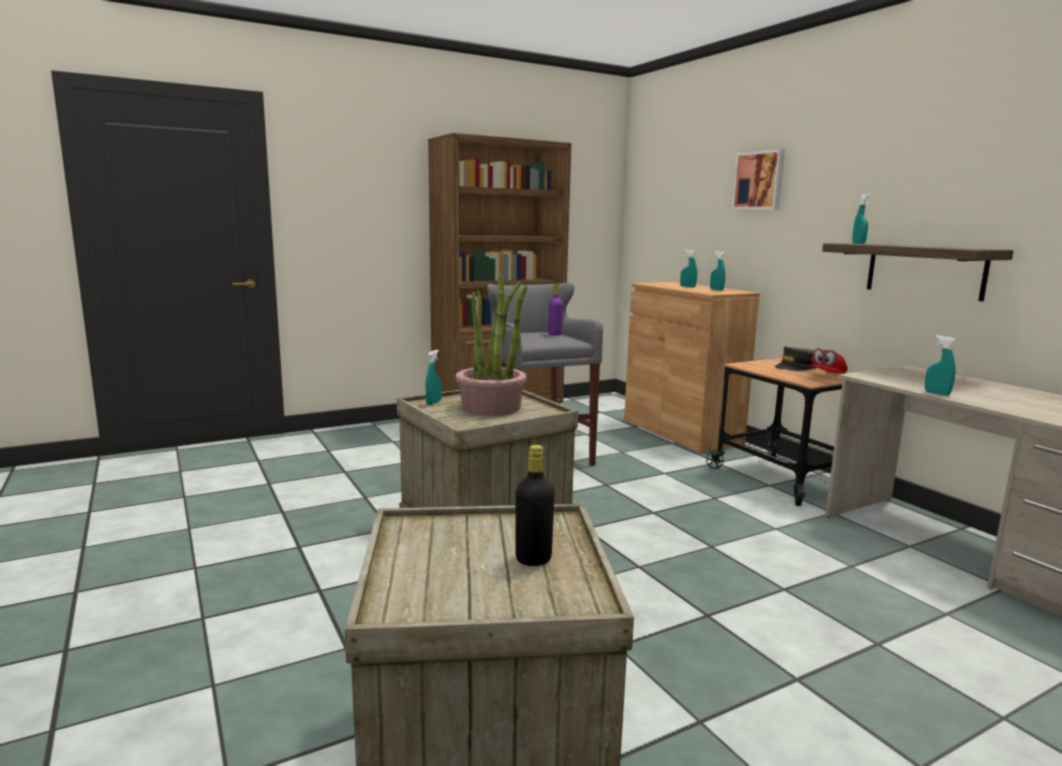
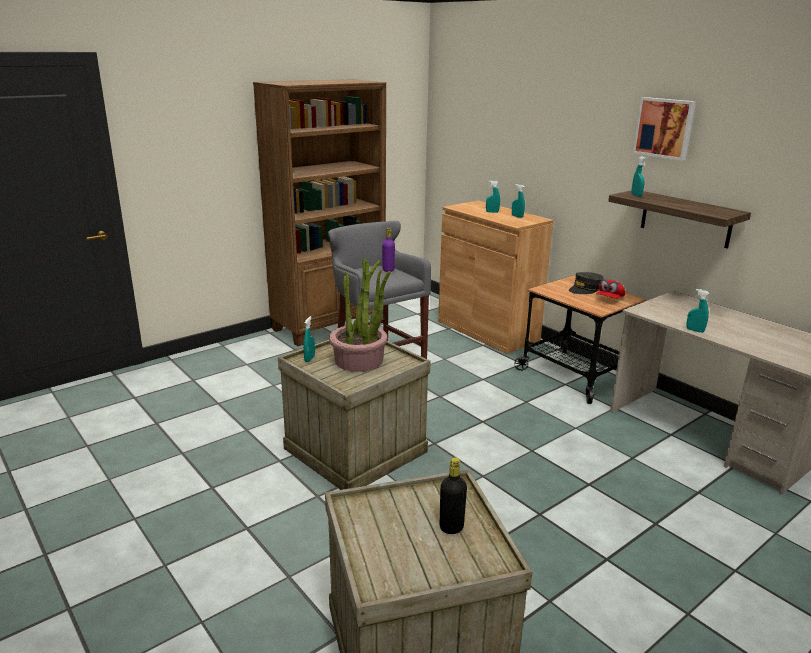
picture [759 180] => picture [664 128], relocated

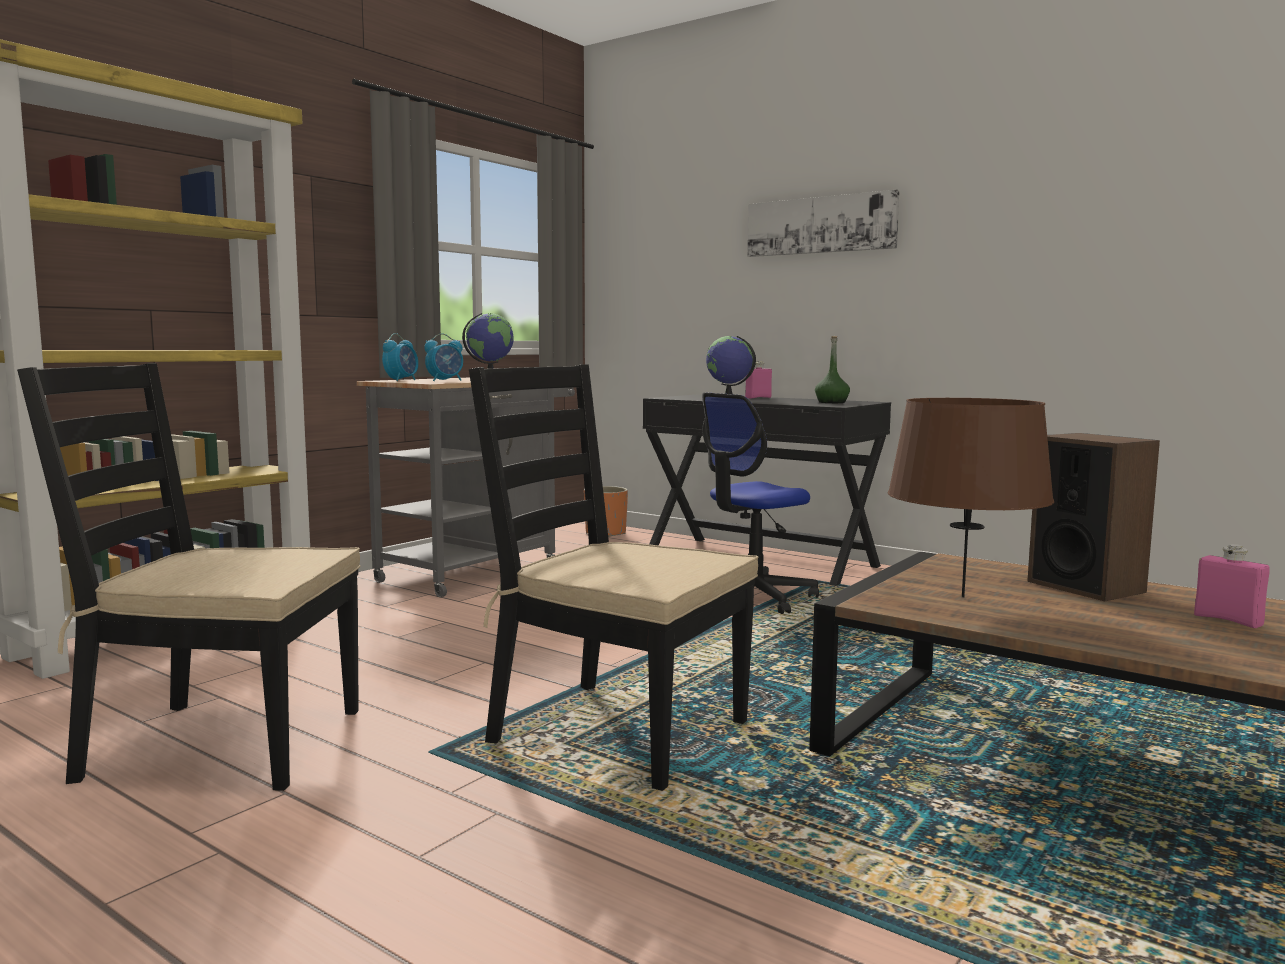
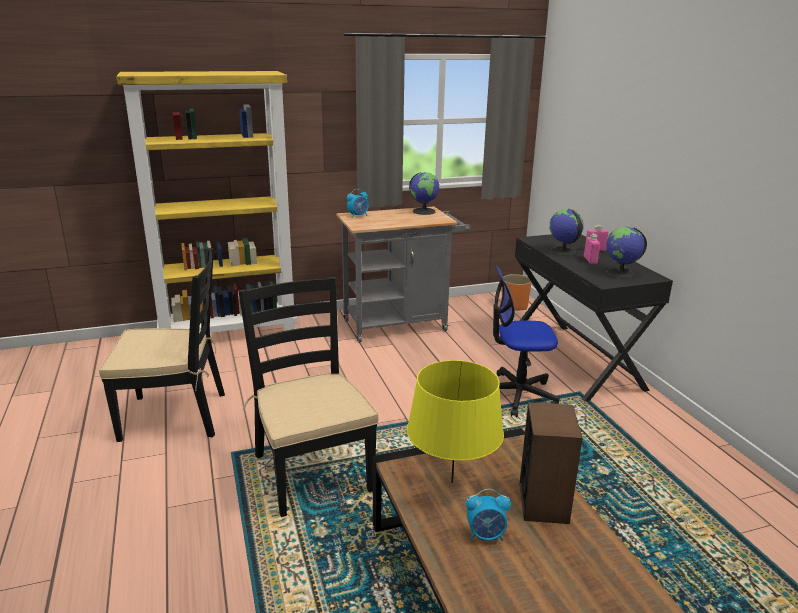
black chair [222 744] => black chair [175 416], 135 degrees clockwise
alarm clock [445 380] => alarm clock [486 535], relocated
picture [821 225] => nothing
green bottle [832 402] => globe [620 274]
brown table lamp [963 597] => yellow table lamp [452 482]
pink bottle [1228 620] => pink bottle [590 260], relocated

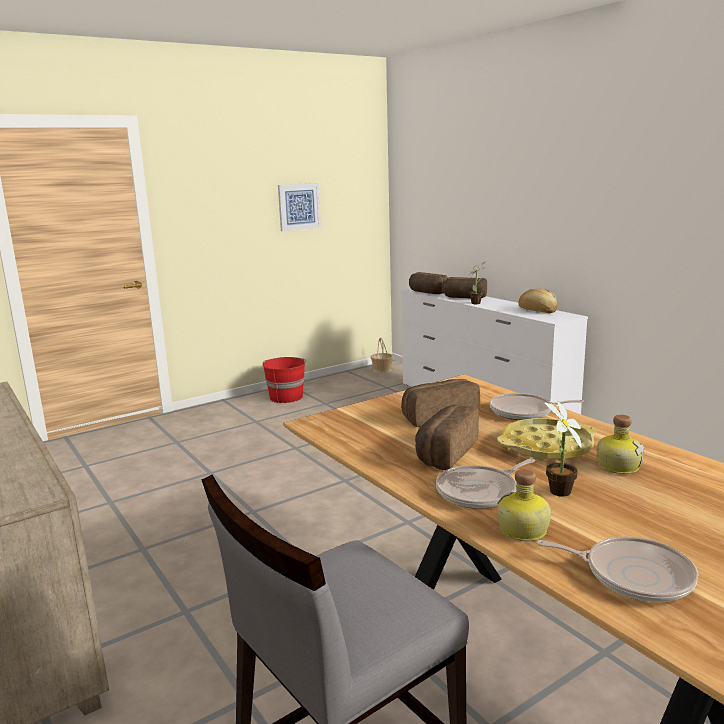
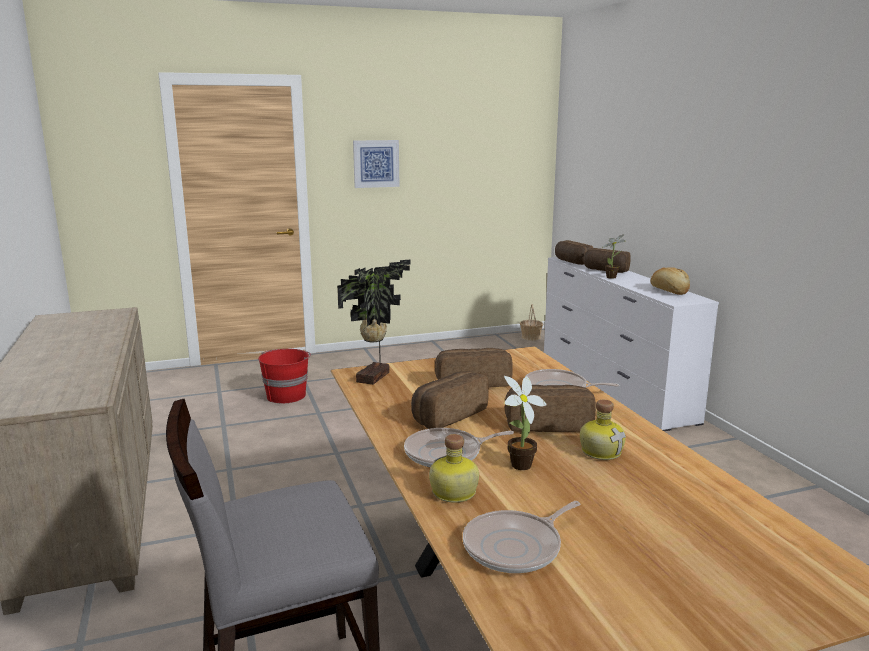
red bucket [286 397] => red bucket [286 395], relocated
picture [299 206] => picture [376 163], relocated
yellow tray [546 447] => bread [548 424]
frying pan [632 575] => frying pan [516 547], 105 degrees clockwise
nothing => potted plant [376 377]

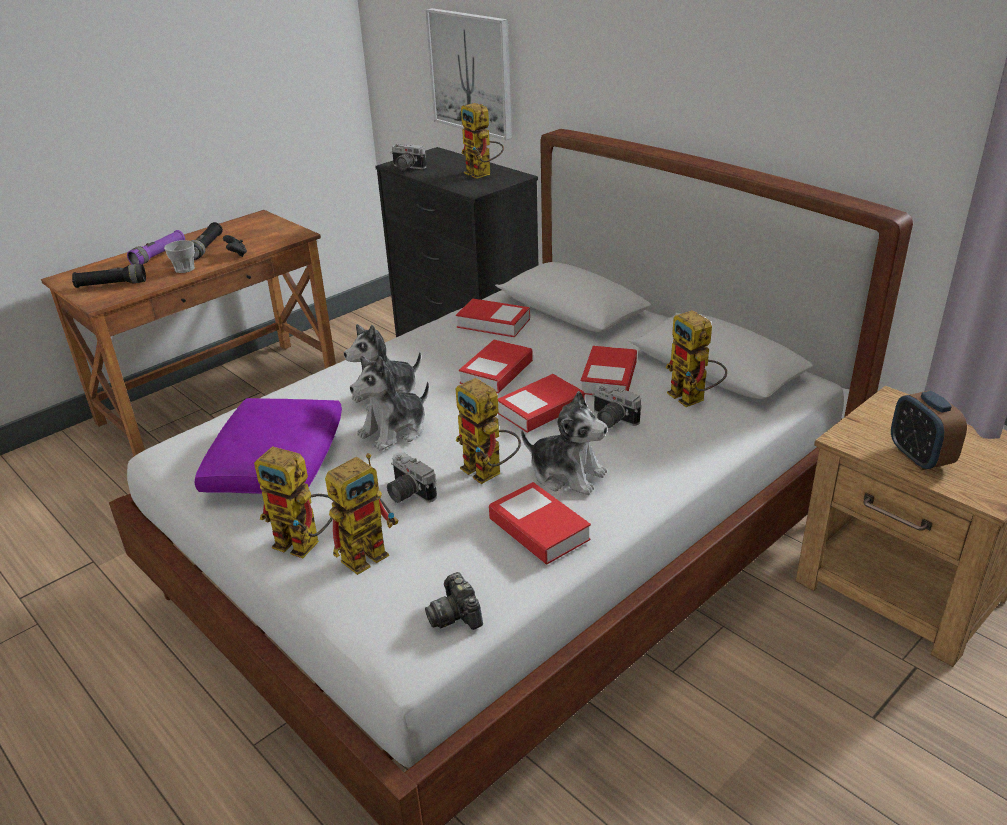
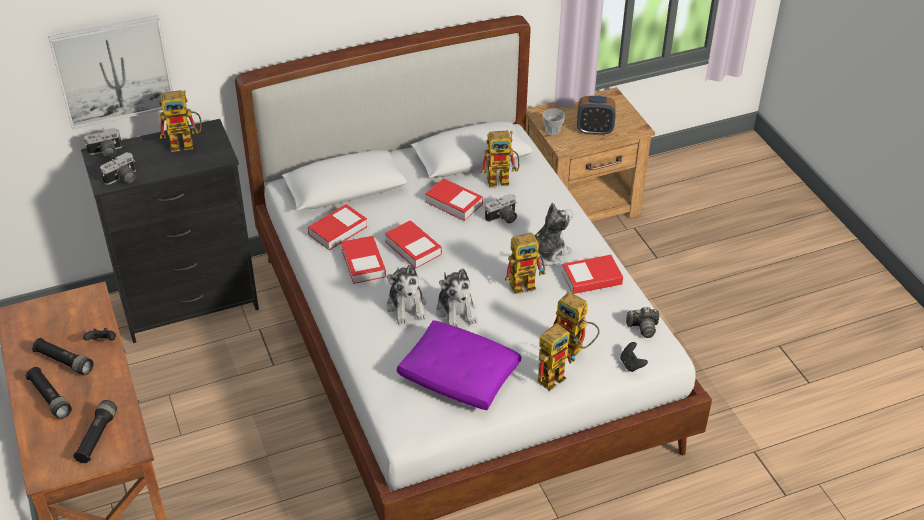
purple flashlight [159 255] => black flashlight [50 398]
cup [184 269] => cup [552 131], relocated
toy robot [370 551] => toy robot [574 349], 150 degrees clockwise
photo camera [407 493] => photo camera [106 152], relocated
book [541 409] => book [363 263], relocated
nothing => black game controller [631 364]

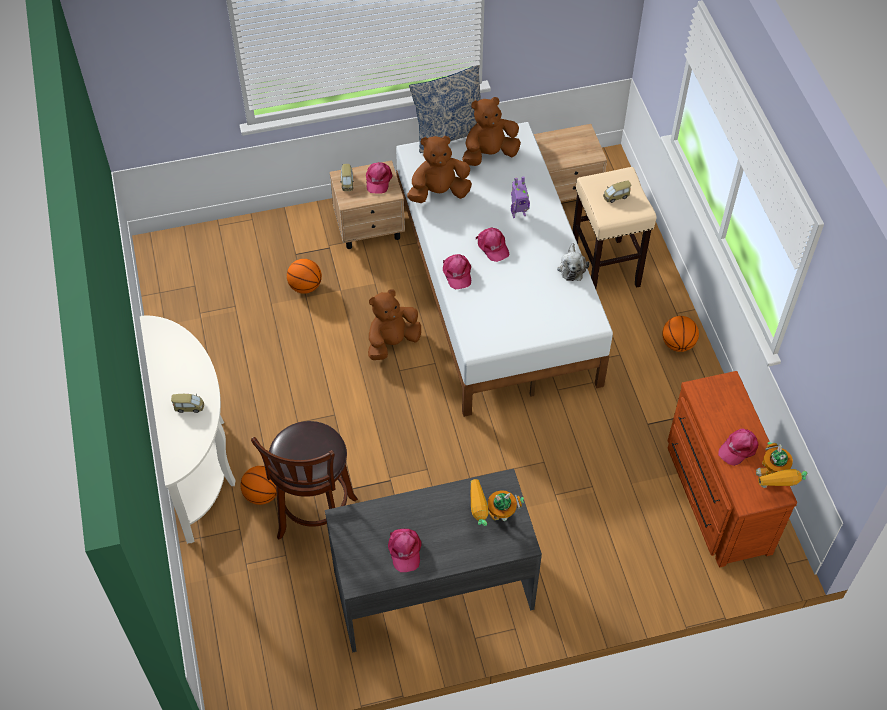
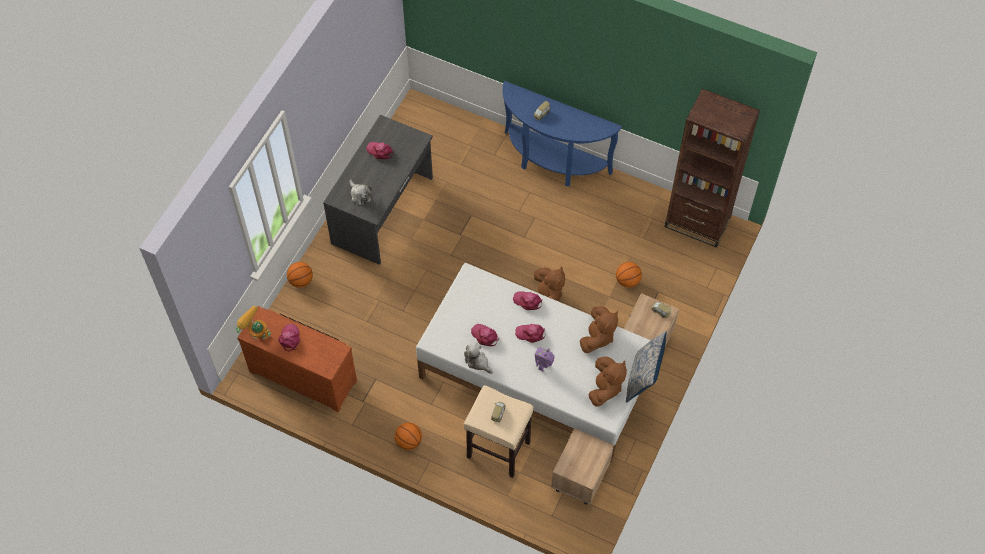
white console table [200 458] => blue console table [552 163]
basketball [262 494] => basketball [301 281], relocated
brown stool [316 522] => nothing
pink cap [378 180] => pink cap [485 336], relocated
toy robot [491 520] => plush toy [359 195]
nothing => brown bookcase [697 222]

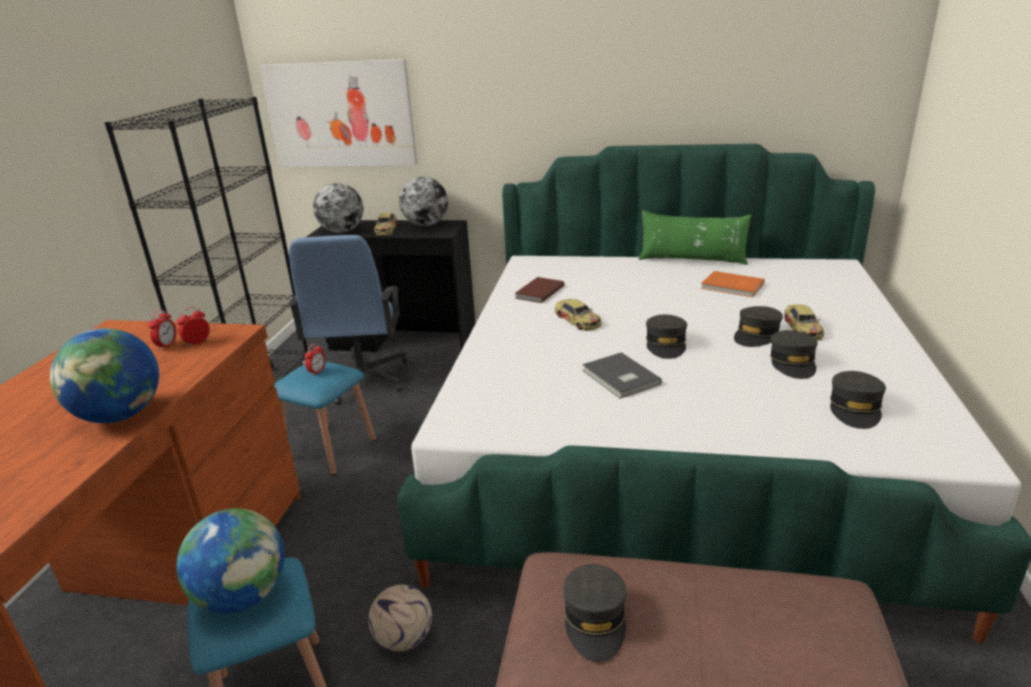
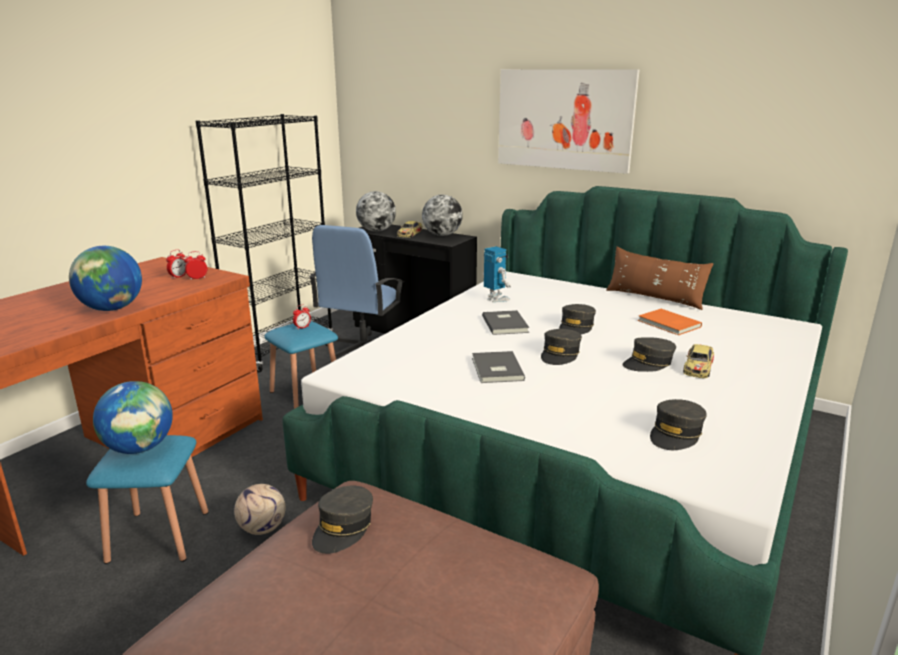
picture [340 115] => picture [564 119], relocated
brown book [538 292] => toy robot [496 299]
toy car [577 320] => grey book [506 324]
green pillow [692 260] => brown pillow [654 298]
grey cap [793 363] => grey cap [576 327], relocated

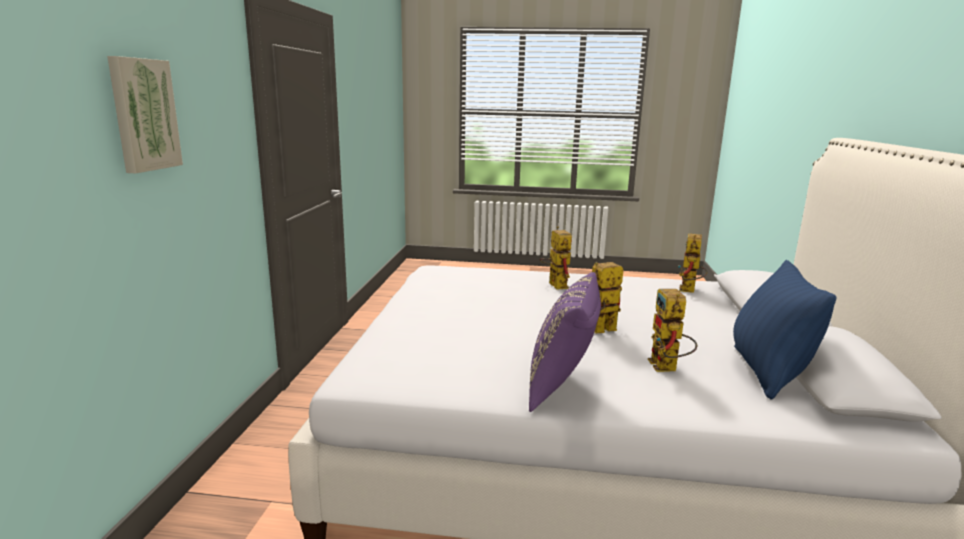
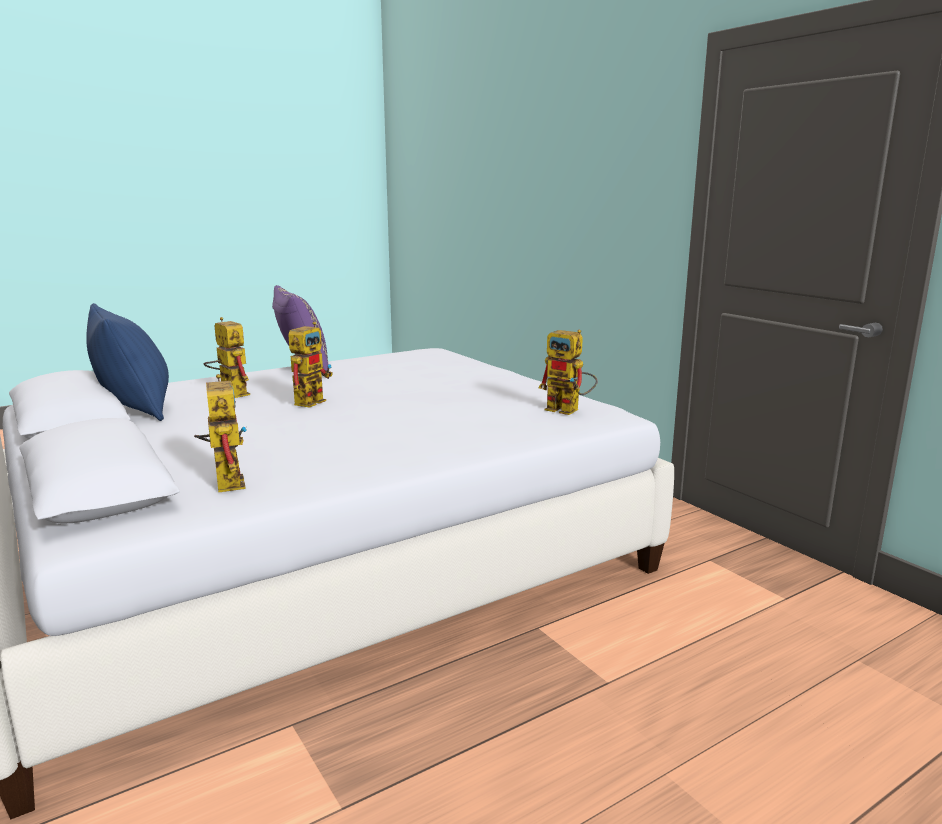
picture [143 115] => nothing
toy robot [554 284] => toy robot [569 410], relocated

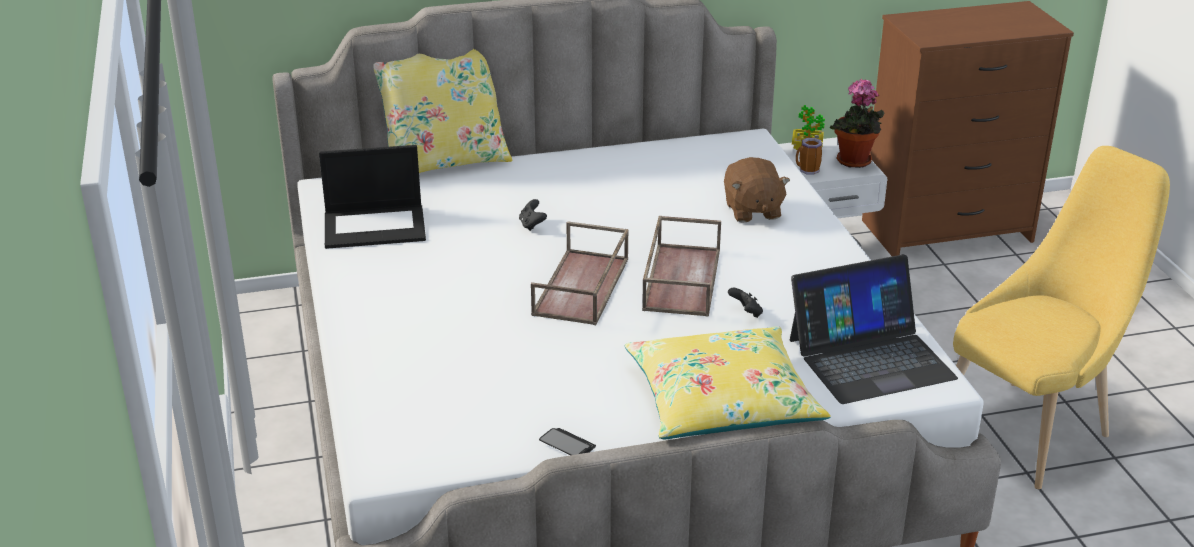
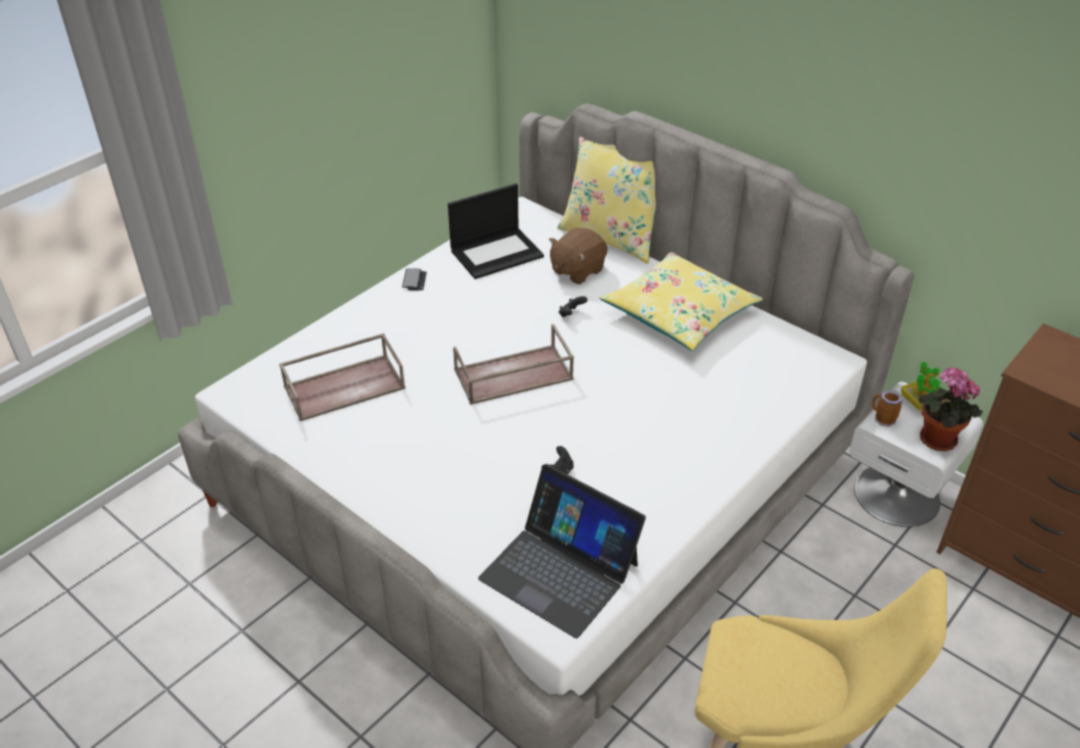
laptop [376 226] => laptop [497 253], 75 degrees counterclockwise
phone [567 444] => phone [414 280], relocated
yellow pillow [722 401] => yellow pillow [679 313], relocated
brown tray [680 278] => brown tray [345 386], relocated
brown plush toy [752 211] => brown plush toy [577 270], relocated

